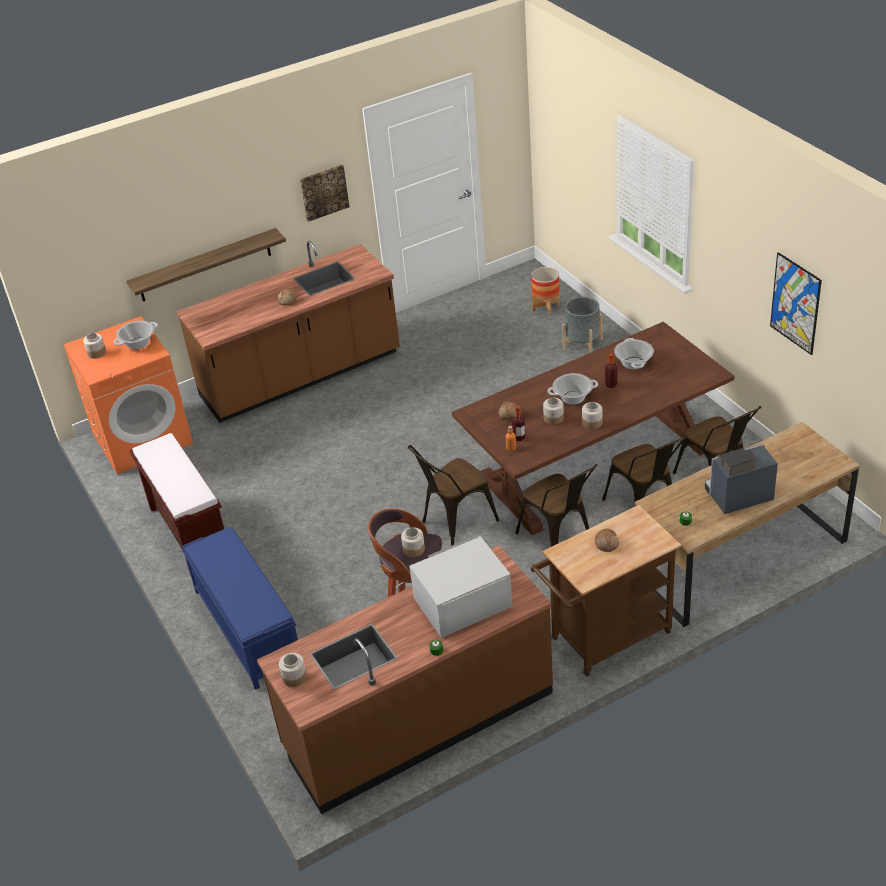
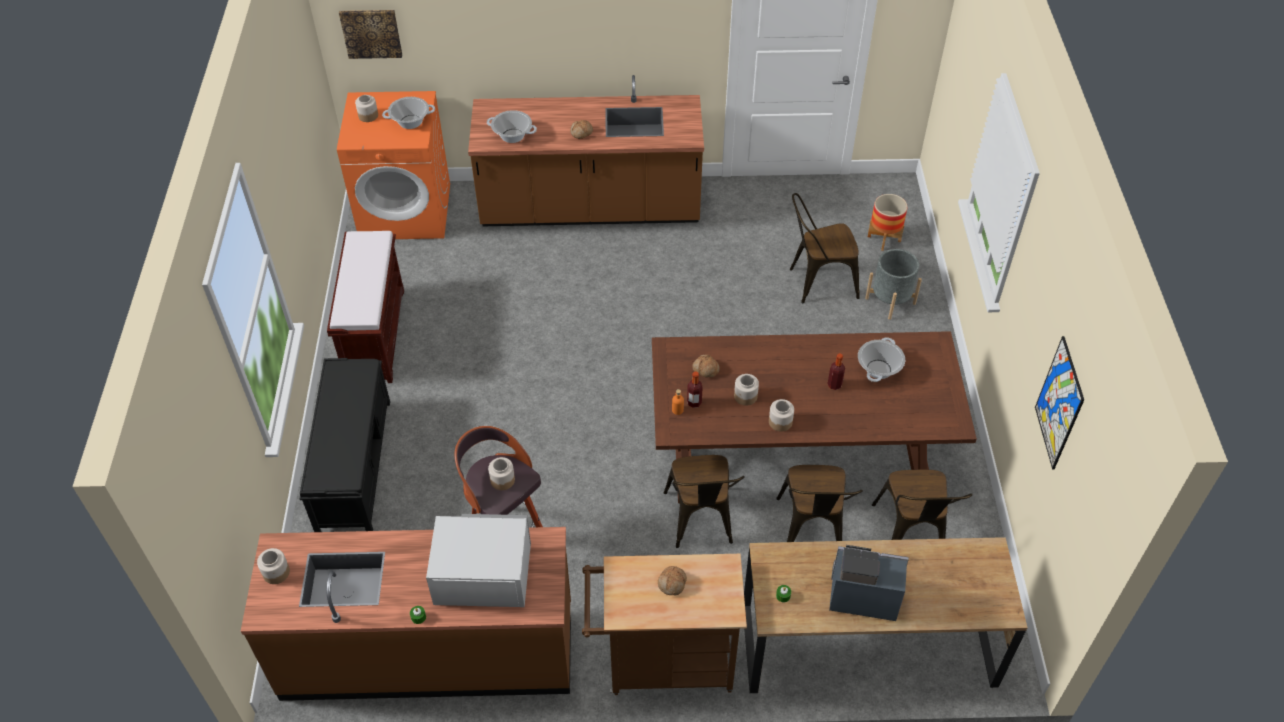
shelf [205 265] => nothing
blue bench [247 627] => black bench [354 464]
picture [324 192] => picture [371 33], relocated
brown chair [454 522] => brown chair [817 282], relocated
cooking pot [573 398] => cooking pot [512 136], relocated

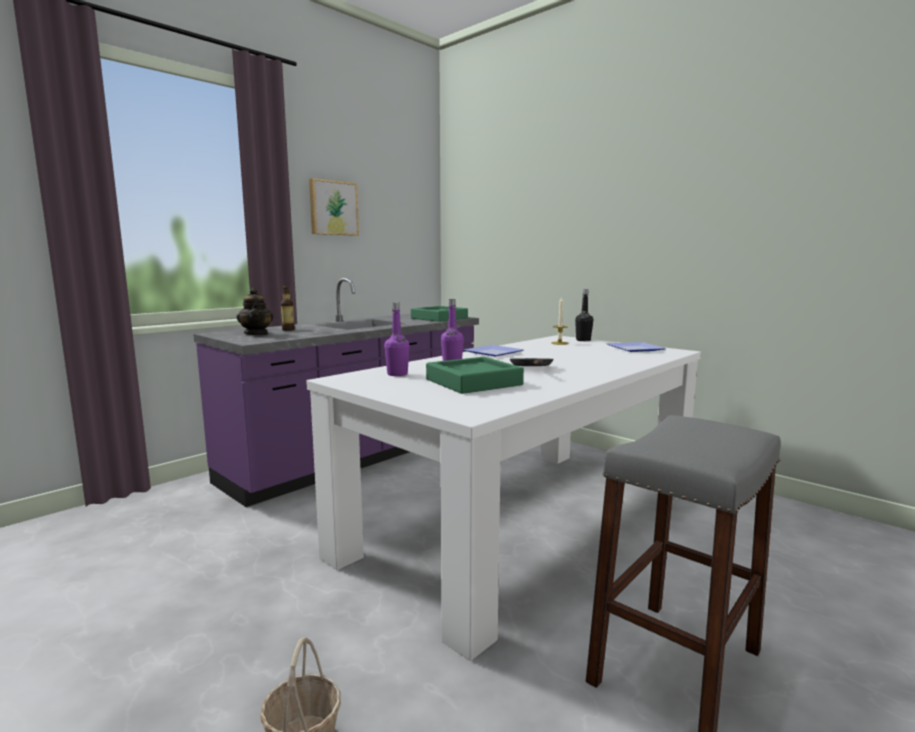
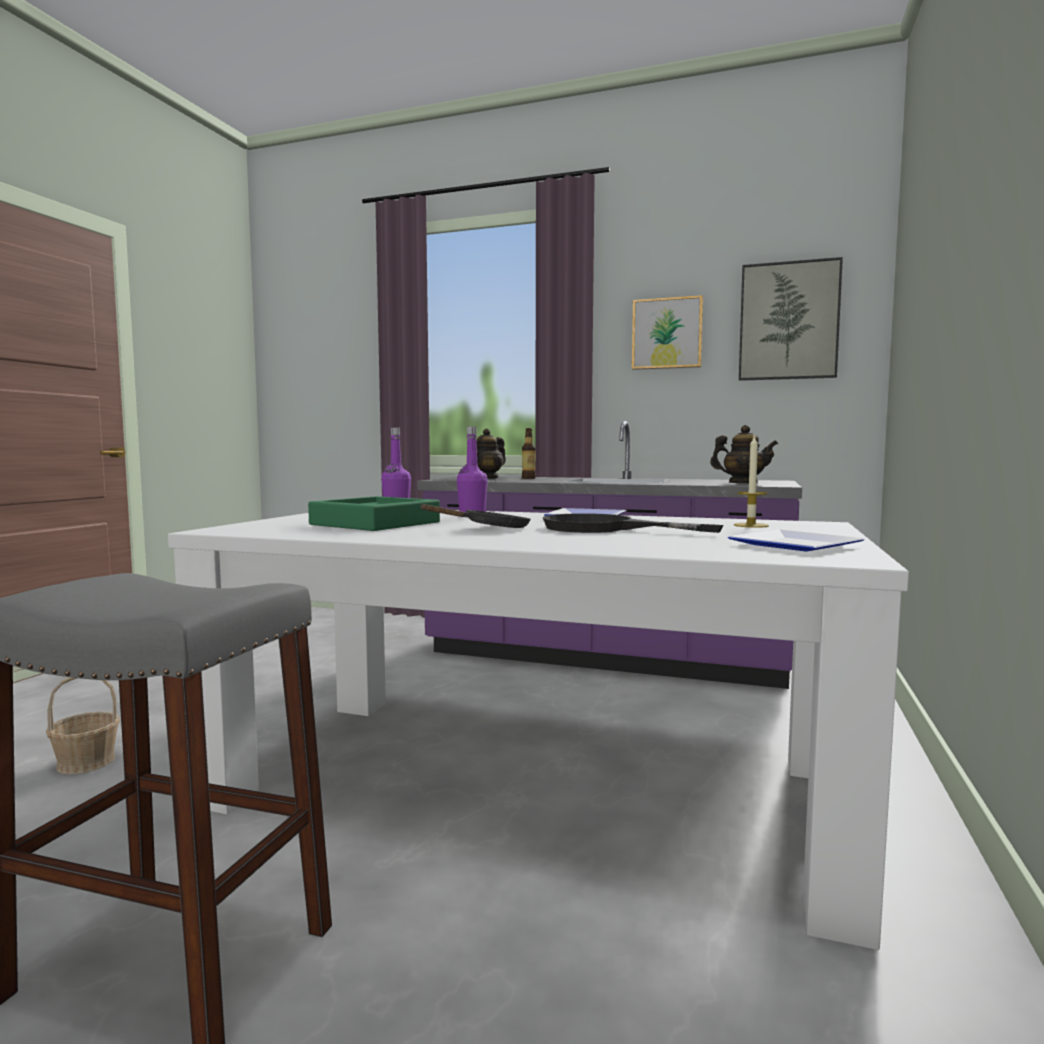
green tray [439 318] => teapot [743 483]
black bottle [583 340] => nothing
nothing => black frying pan [604 528]
nothing => picture [788 321]

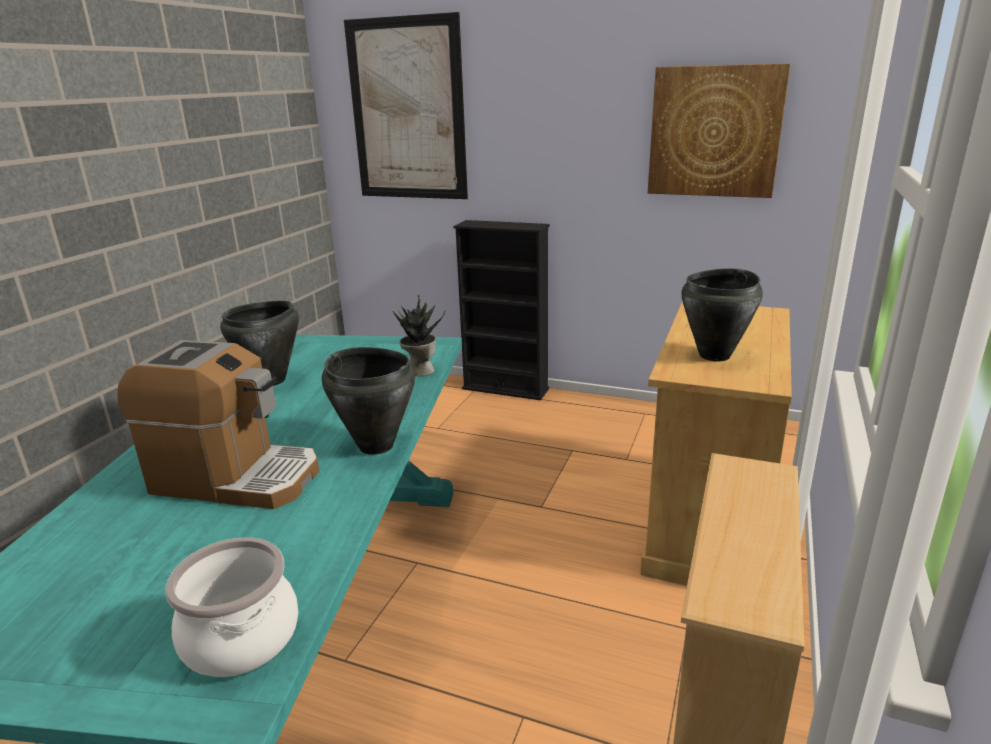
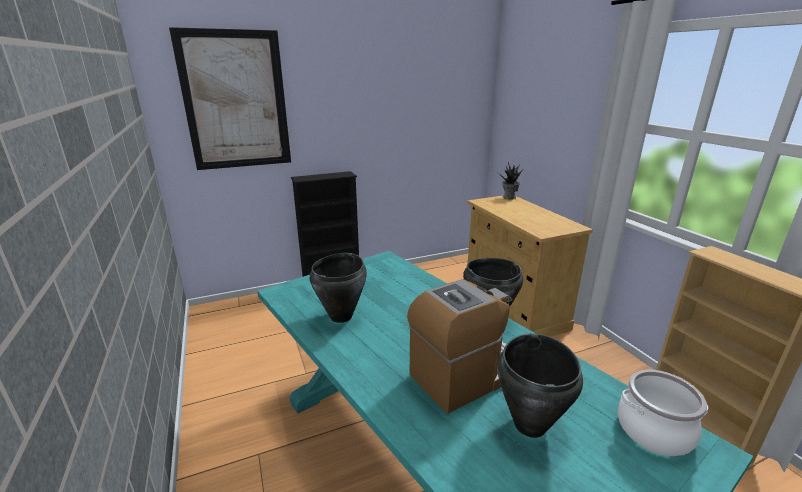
potted plant [420 371] => potted plant [509 197], relocated
picture [714 132] => nothing
black cooking pot [715 355] => black cooking pot [530 424], relocated

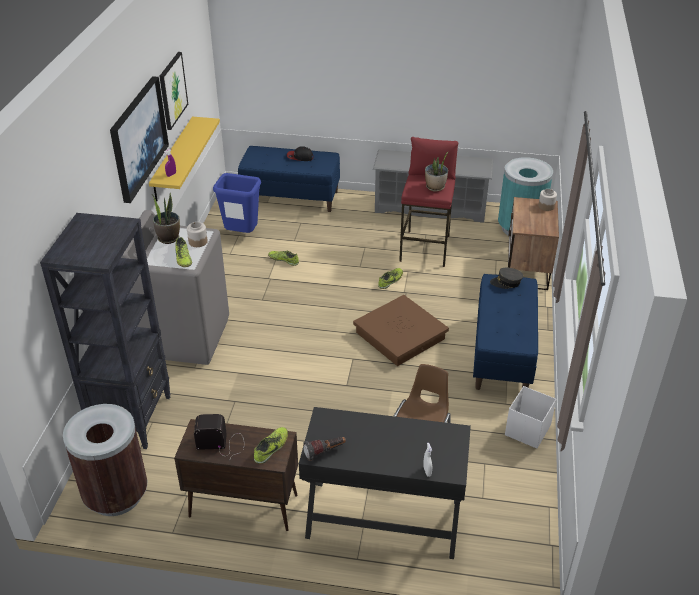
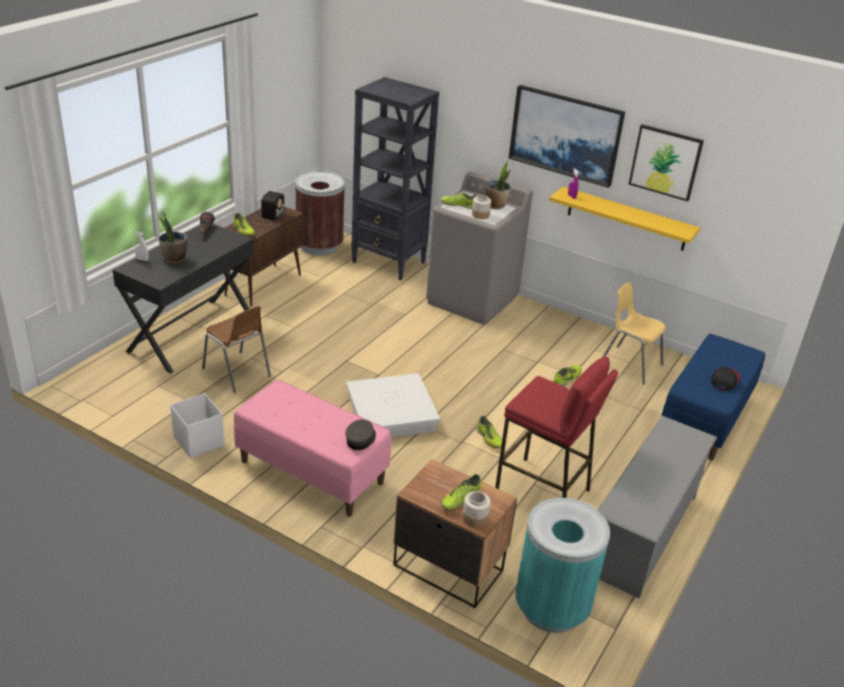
blue trash can [241 235] => yellow chair [630 364]
brown storage box [400 335] => white storage box [391 413]
potted plant [435 187] => potted plant [174 259], relocated
blue bench [503 353] => pink bench [311 472]
nothing => shoe [460 499]

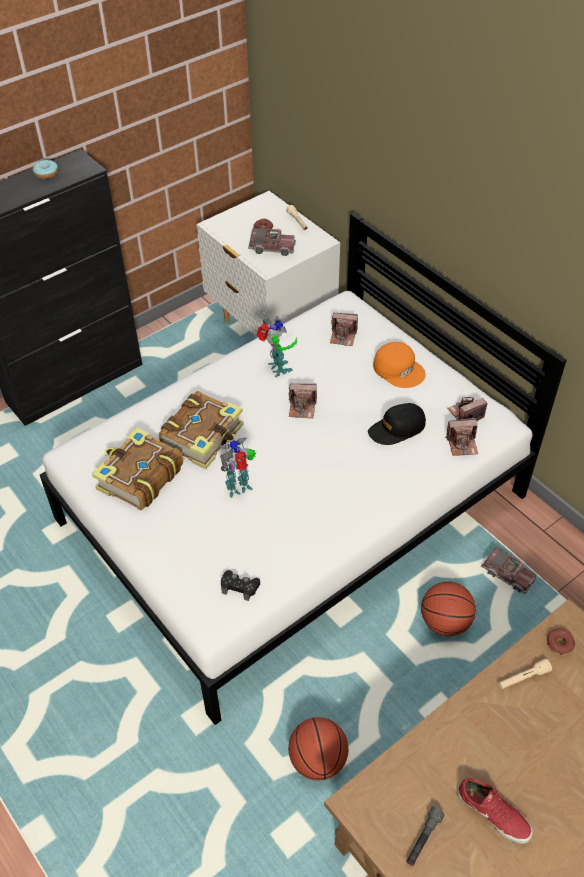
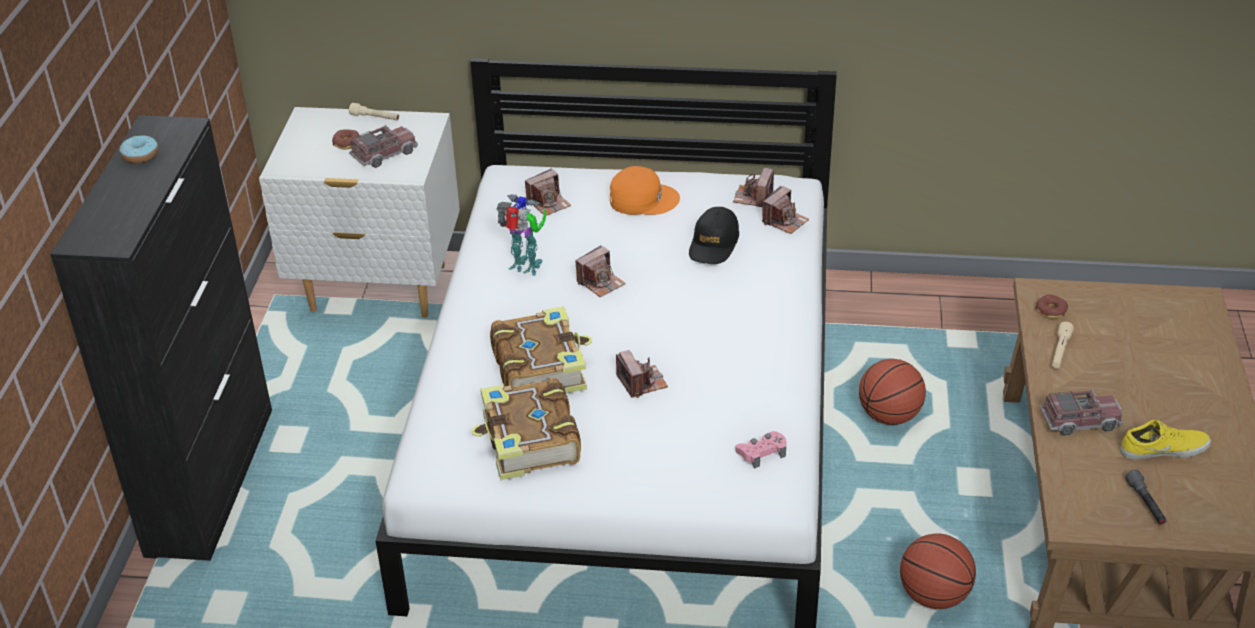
toy robot [240 488] => photo camera [642 382]
black game controller [240 587] => pink game controller [762 453]
red shoe [494 812] => yellow shoe [1163 448]
toy truck [507 575] => toy truck [1080 421], relocated

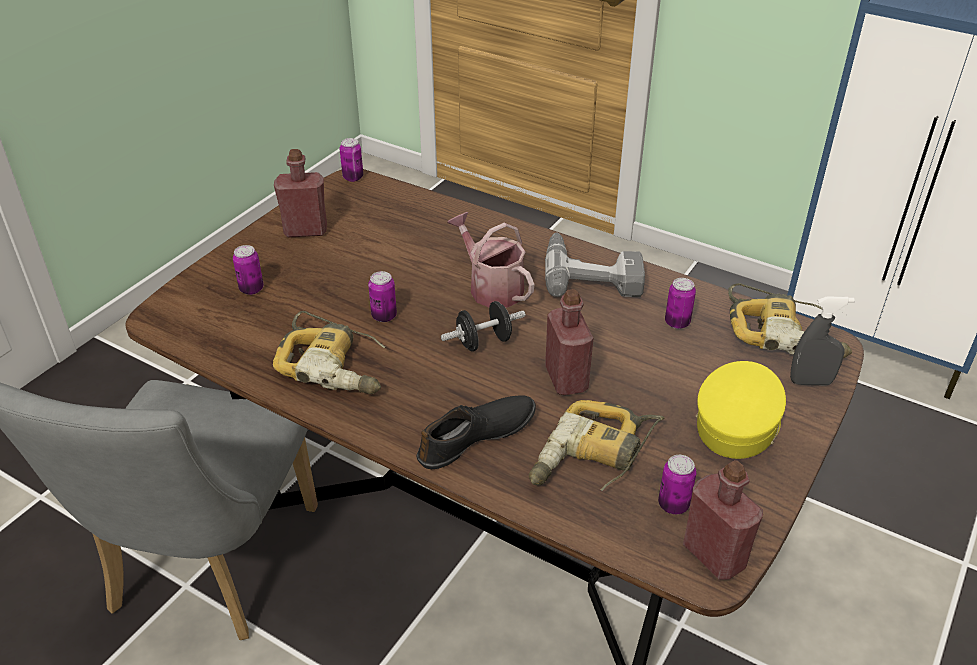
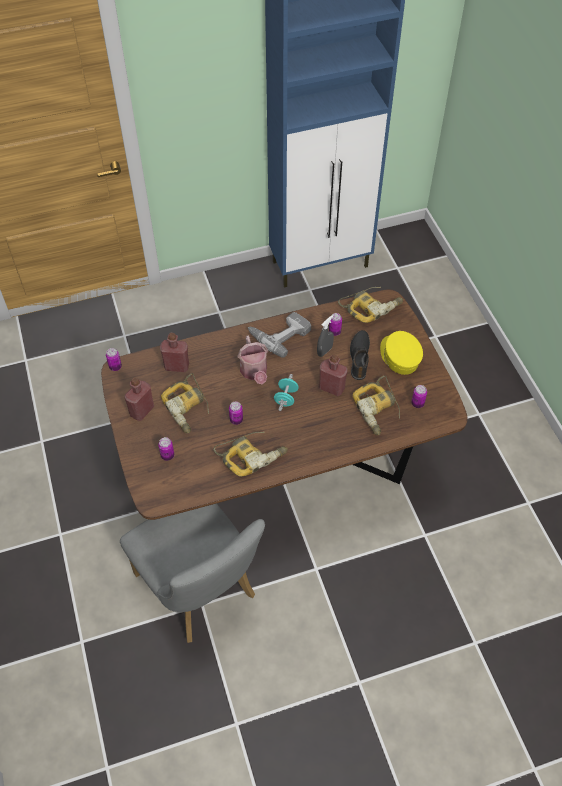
black shoe [477 438] => black shoe [360 357], relocated
black dumbbell [484 342] => turquoise dumbbell [286 398]
watering can [491 287] => watering can [254 372], 105 degrees counterclockwise
red bottle [714 555] => red bottle [177 366], relocated
grey spray bottle [811 382] => grey spray bottle [324 351], relocated
nothing => power drill [188 407]

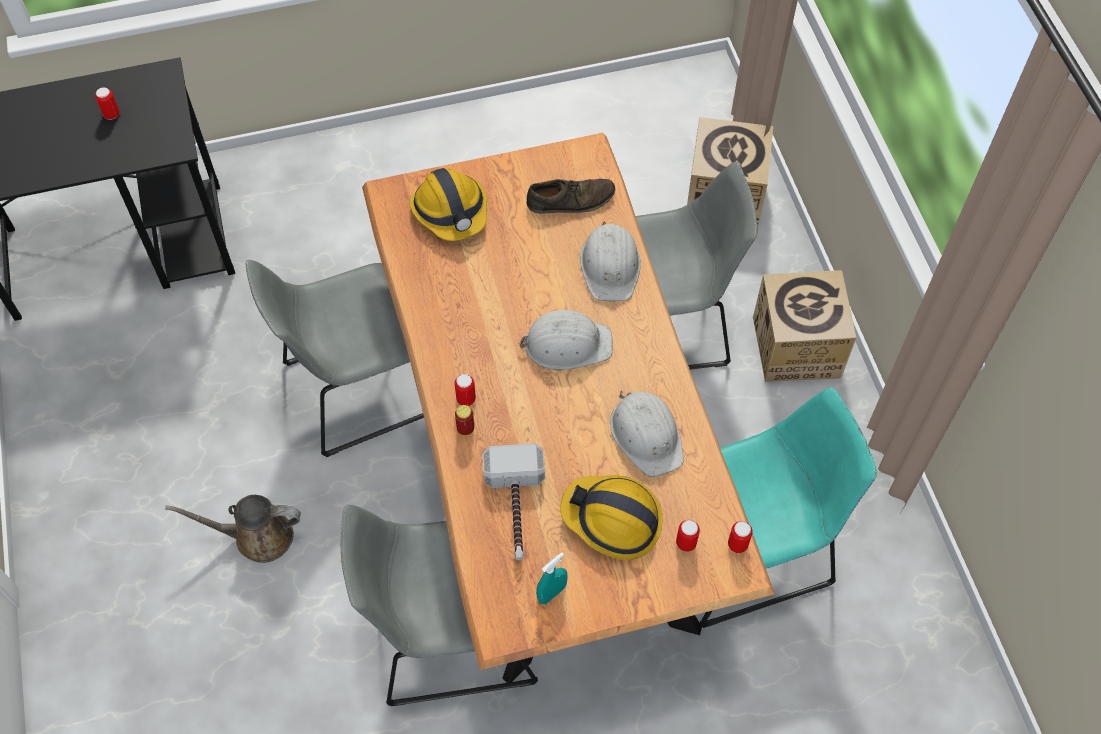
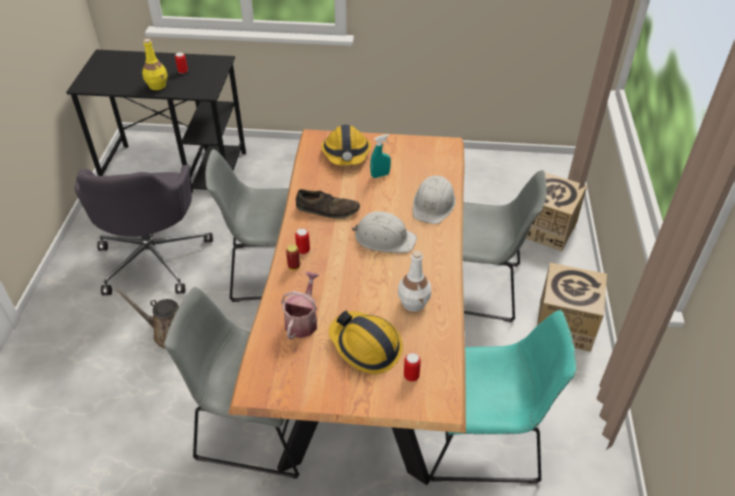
hammer [516 509] => watering can [303 320]
brown shoe [570 200] => brown shoe [327 209], relocated
turquoise spray bottle [552 593] => turquoise spray bottle [380 175], relocated
white hard hat [647 435] => white bottle [414 302]
can [737 544] => nothing
nothing => grey office chair [154 258]
nothing => yellow bottle [157 85]

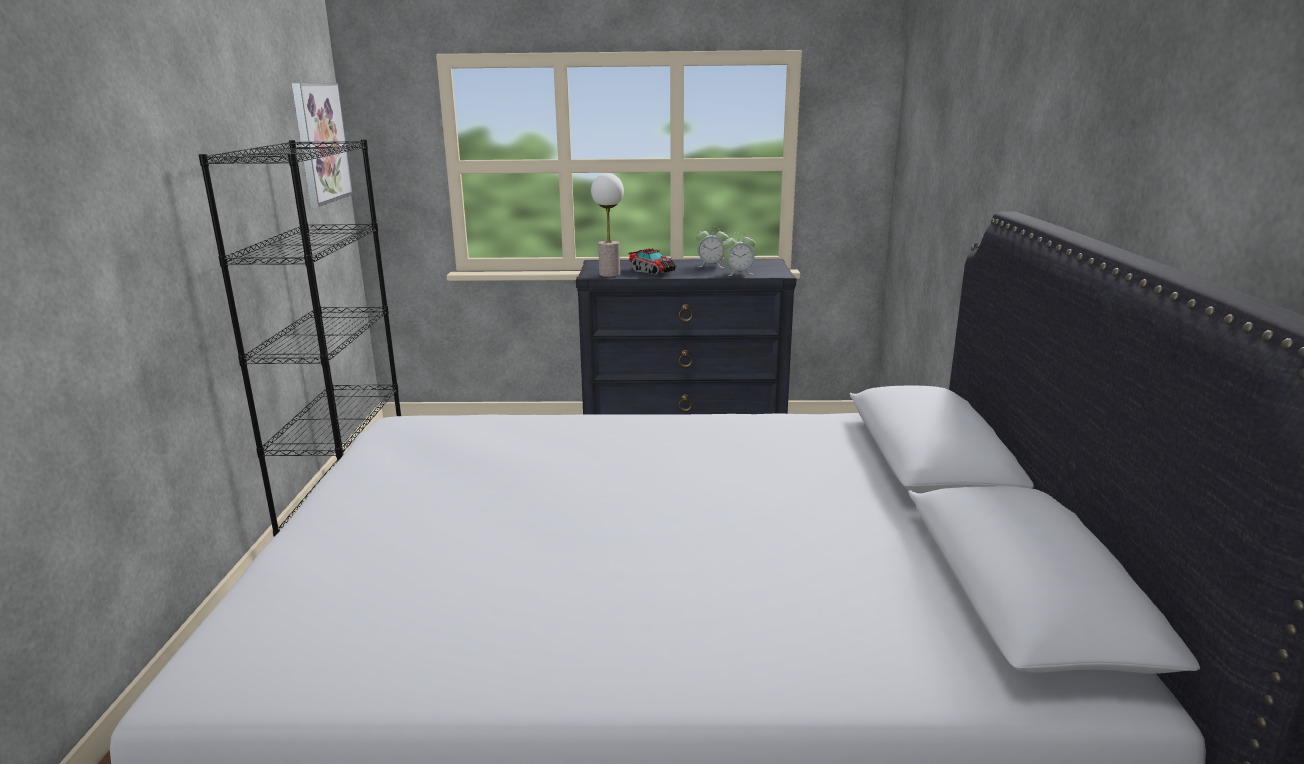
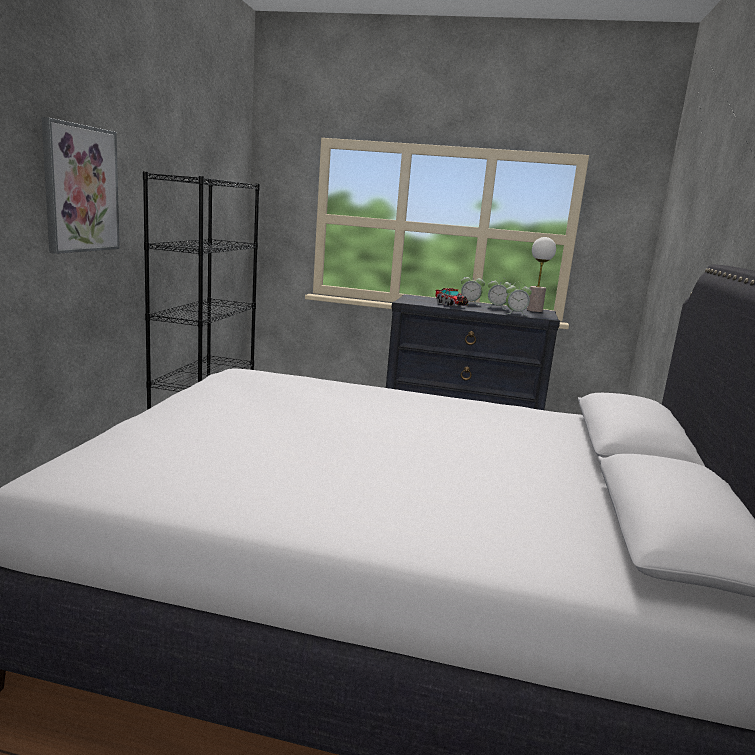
picture [320 143] => picture [80 189], relocated
table lamp [609 274] => table lamp [534 310], relocated
nothing => alarm clock [470 303]

